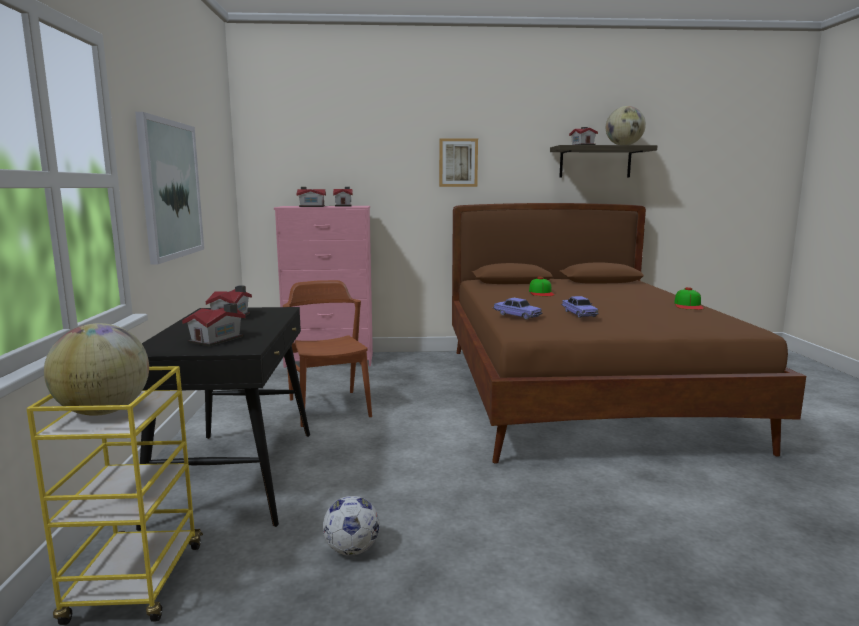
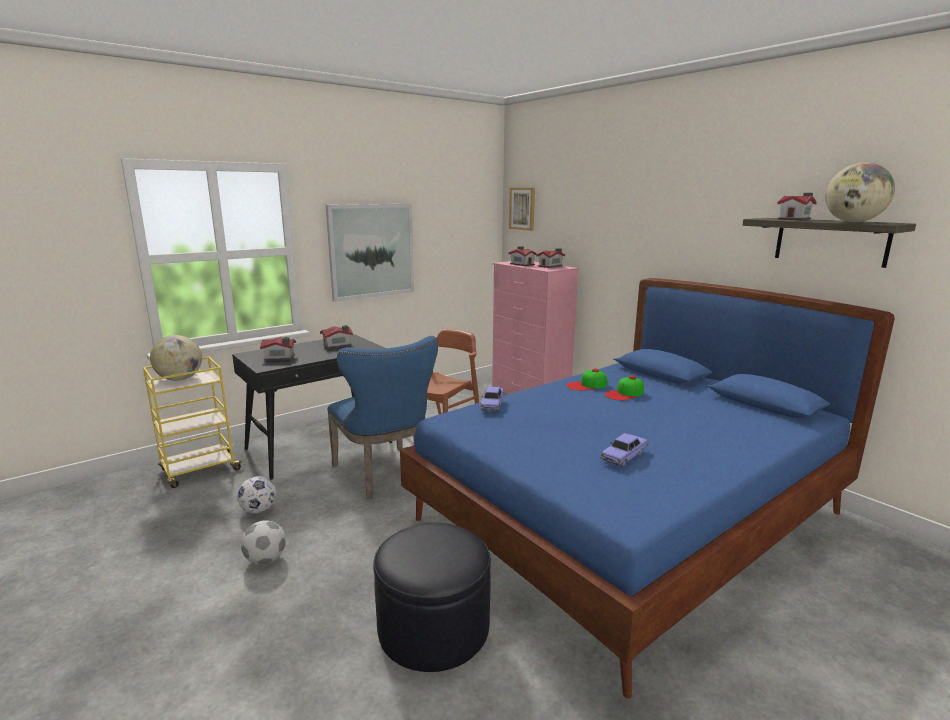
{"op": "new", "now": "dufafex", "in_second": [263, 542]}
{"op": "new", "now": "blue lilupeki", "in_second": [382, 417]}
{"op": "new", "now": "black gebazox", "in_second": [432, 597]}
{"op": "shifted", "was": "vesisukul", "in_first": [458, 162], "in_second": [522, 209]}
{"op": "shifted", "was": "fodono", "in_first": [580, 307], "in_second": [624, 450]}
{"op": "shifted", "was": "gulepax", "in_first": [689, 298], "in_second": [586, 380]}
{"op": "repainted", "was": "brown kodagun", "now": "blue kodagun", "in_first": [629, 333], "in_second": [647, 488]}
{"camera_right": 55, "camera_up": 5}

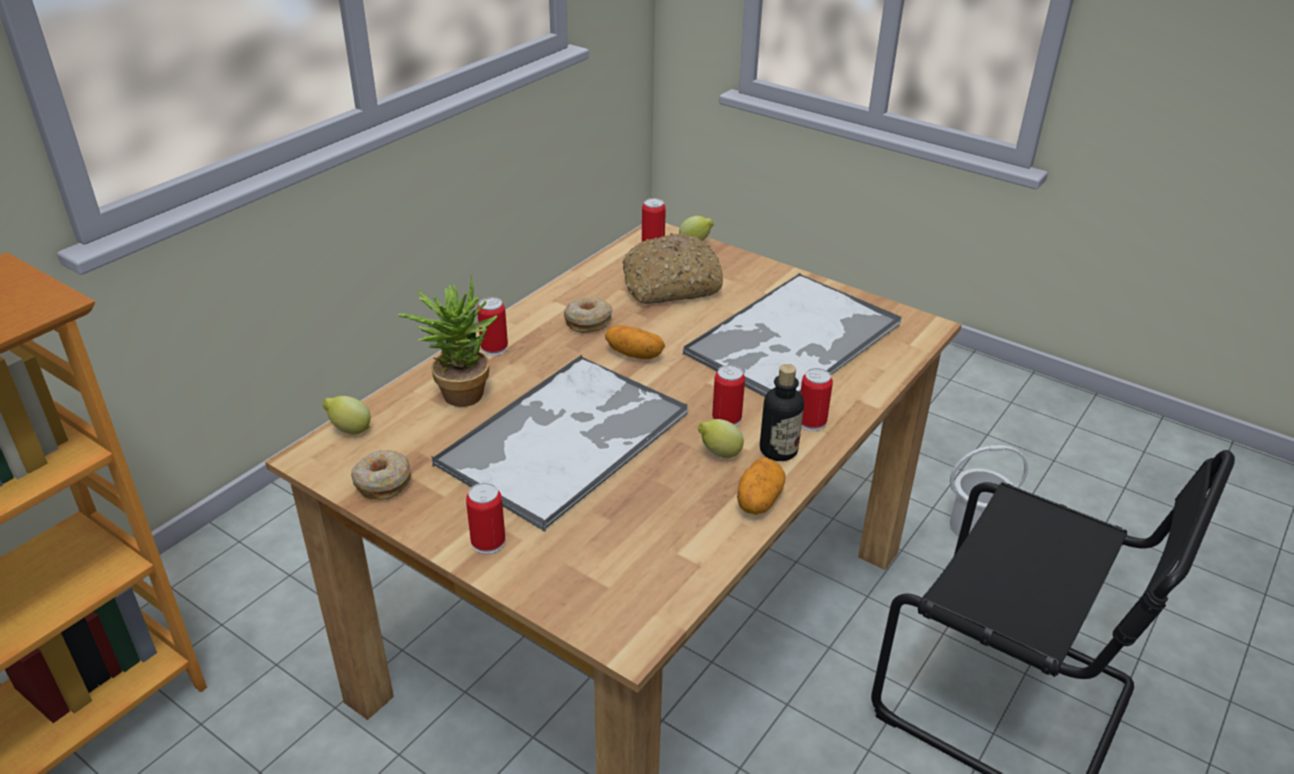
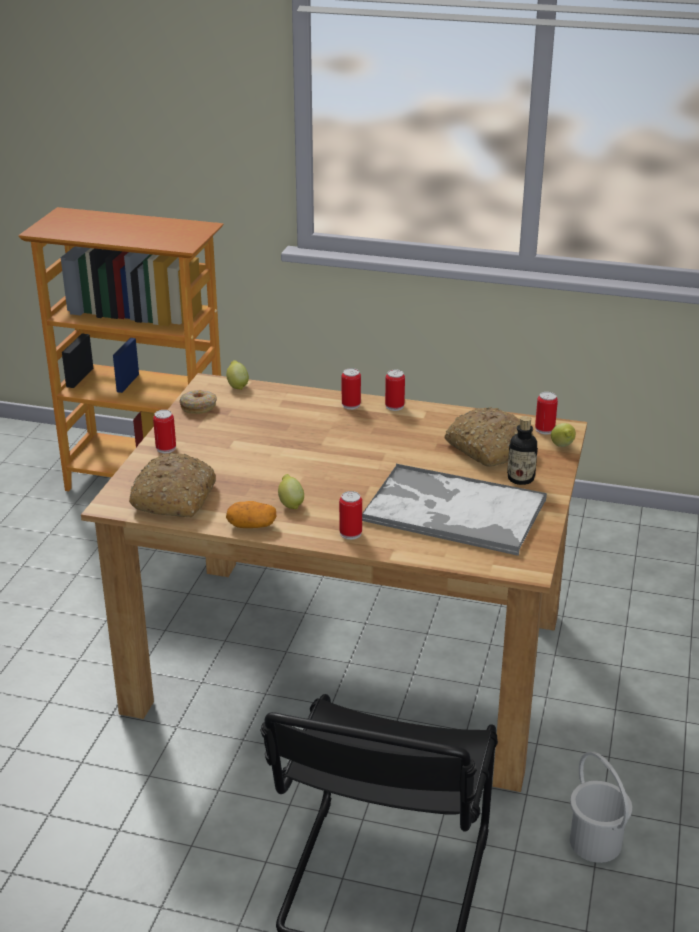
{"op": "gone", "was": "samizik", "in_first": [448, 340]}
{"op": "gone", "was": "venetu", "in_first": [560, 443]}
{"op": "gone", "was": "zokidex", "in_first": [588, 315]}
{"op": "gone", "was": "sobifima", "in_first": [635, 342]}
{"op": "new", "now": "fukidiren", "in_second": [172, 485]}
{"op": "shifted", "was": "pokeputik", "in_first": [728, 395], "in_second": [395, 390]}
{"op": "shifted", "was": "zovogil", "in_first": [782, 412], "in_second": [522, 450]}
{"camera_right": 70, "camera_up": -5}

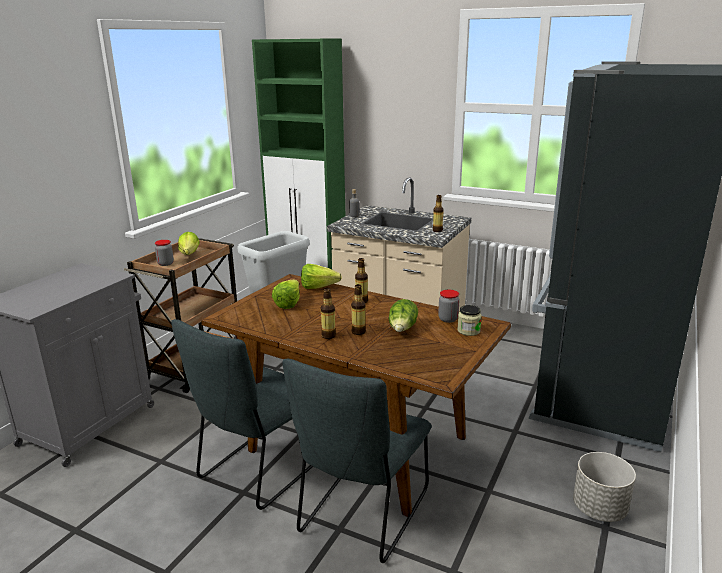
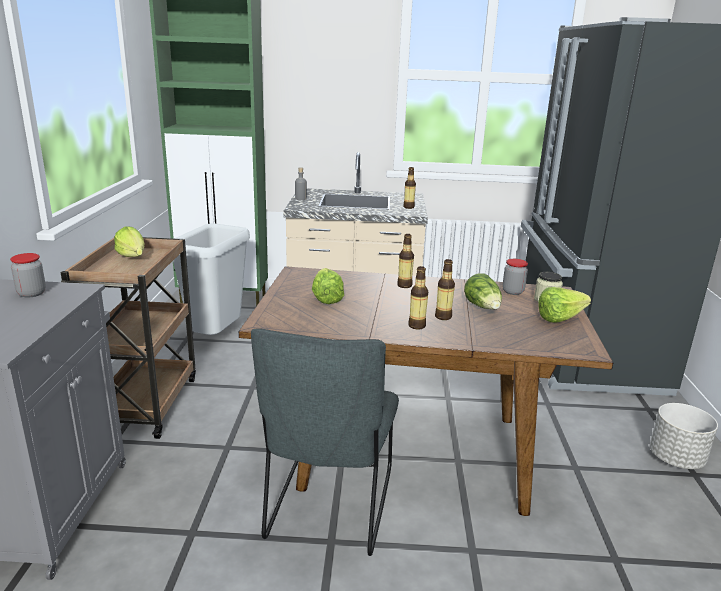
{"op": "gone", "was": "grey lilupeki", "in_first": [357, 461]}
{"op": "shifted", "was": "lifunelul", "in_first": [164, 253], "in_second": [28, 275]}
{"op": "shifted", "was": "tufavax", "in_first": [321, 276], "in_second": [564, 305]}
{"camera_right": -25, "camera_up": 0}

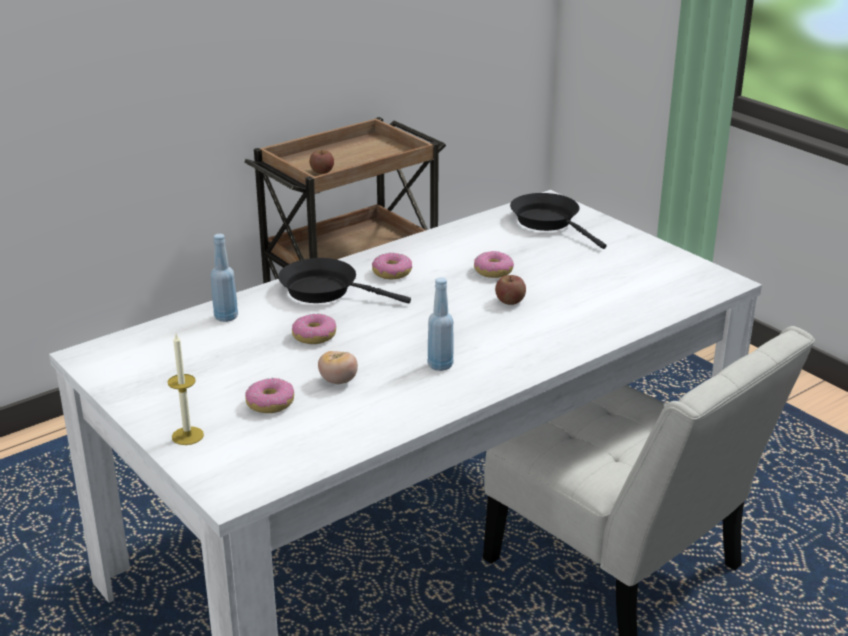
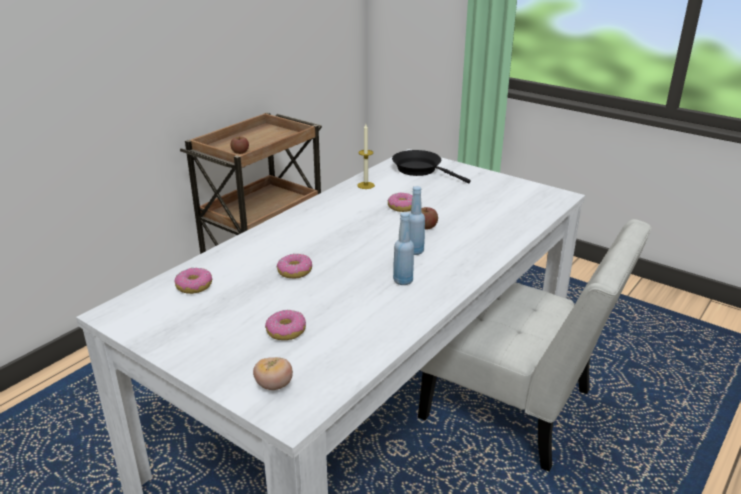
{"op": "gone", "was": "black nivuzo", "in_first": [344, 280]}
{"op": "shifted", "was": "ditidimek", "in_first": [186, 389], "in_second": [366, 156]}
{"op": "shifted", "was": "blue zovogil", "in_first": [224, 278], "in_second": [417, 220]}
{"op": "shifted", "was": "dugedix", "in_first": [338, 367], "in_second": [273, 373]}
{"op": "shifted", "was": "zokidex", "in_first": [392, 266], "in_second": [193, 281]}
{"camera_right": -15, "camera_up": 0}

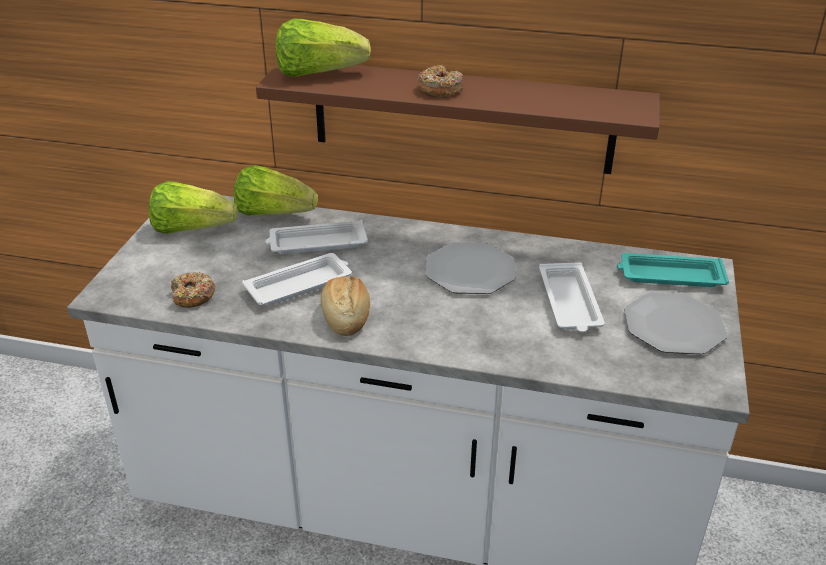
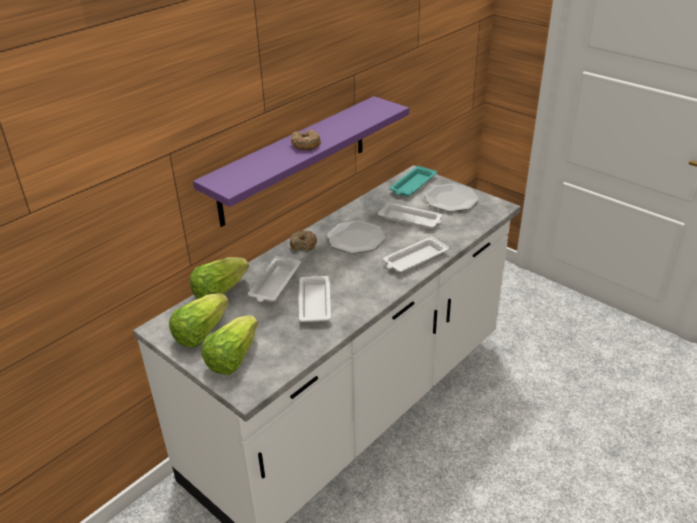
{"op": "gone", "was": "fukidiren", "in_first": [345, 306]}
{"op": "new", "now": "white venetu", "in_second": [416, 254]}
{"op": "shifted", "was": "zokidex", "in_first": [193, 290], "in_second": [303, 240]}
{"op": "shifted", "was": "tufavax", "in_first": [323, 47], "in_second": [229, 345]}
{"op": "repainted", "was": "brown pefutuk", "now": "purple pefutuk", "in_first": [458, 119], "in_second": [301, 161]}
{"camera_right": -60, "camera_up": 0}

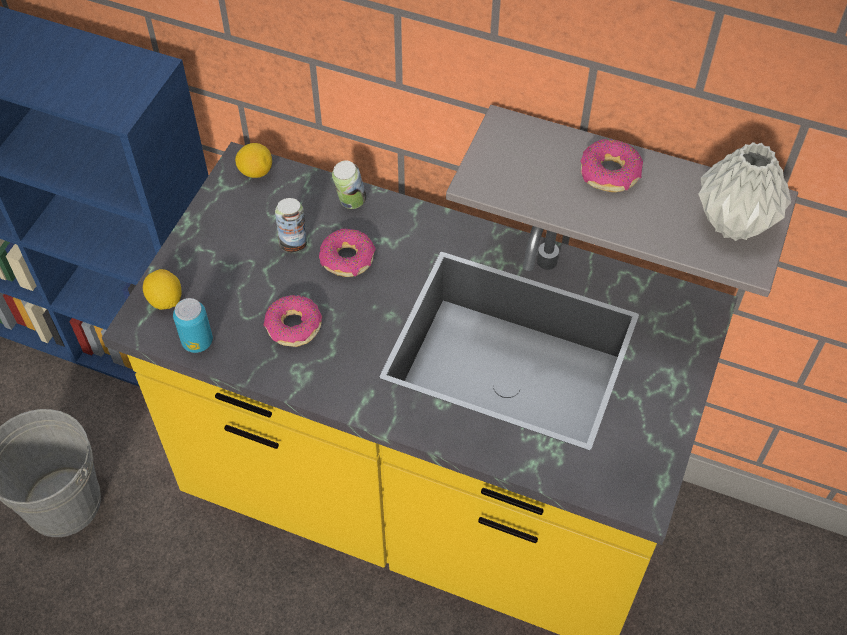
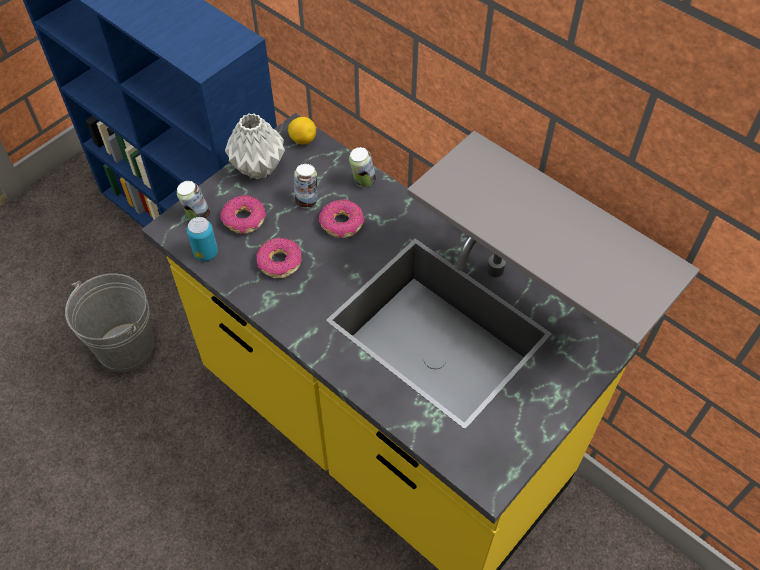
{"op": "shifted", "was": "zokidex", "in_first": [611, 165], "in_second": [243, 214]}
{"op": "shifted", "was": "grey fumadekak", "in_first": [744, 191], "in_second": [255, 146]}
{"op": "swapped", "was": "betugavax", "now": "pokeputik", "in_first": [162, 289], "in_second": [193, 200]}
{"camera_right": 20, "camera_up": 0}

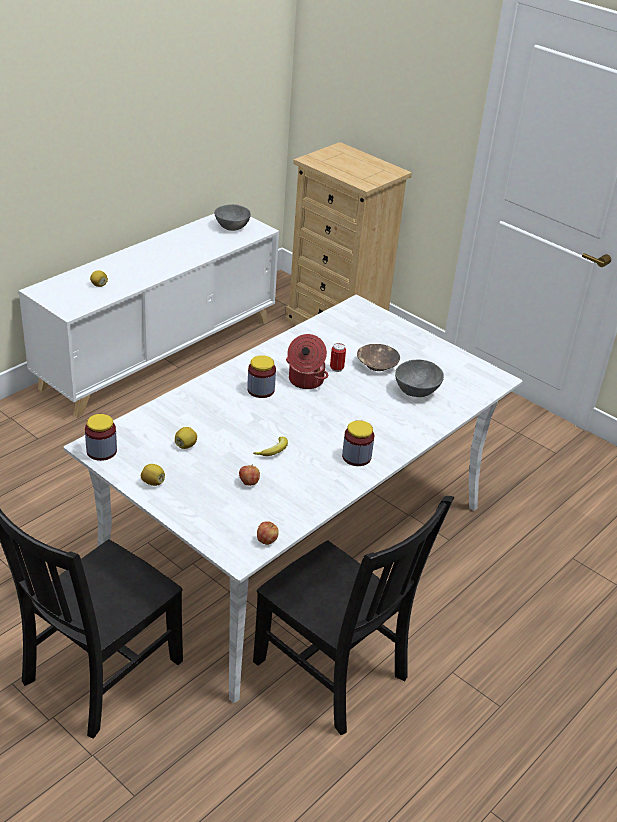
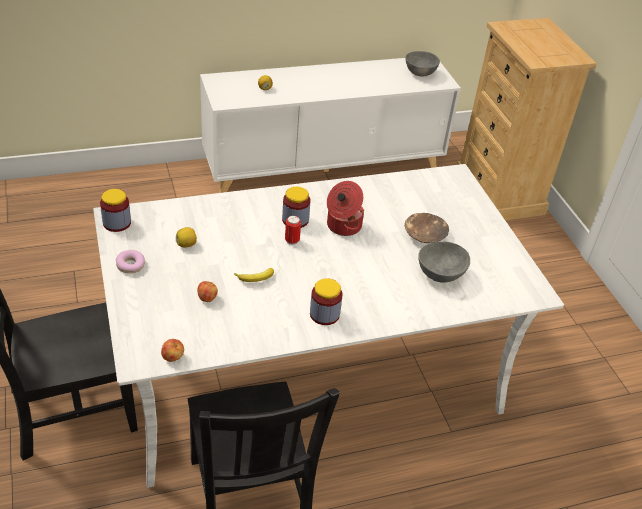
{"op": "shifted", "was": "pokeputik", "in_first": [338, 357], "in_second": [293, 230]}
{"op": "swapped", "was": "betugavax", "now": "zokidex", "in_first": [153, 475], "in_second": [130, 261]}
{"camera_right": 30, "camera_up": 5}

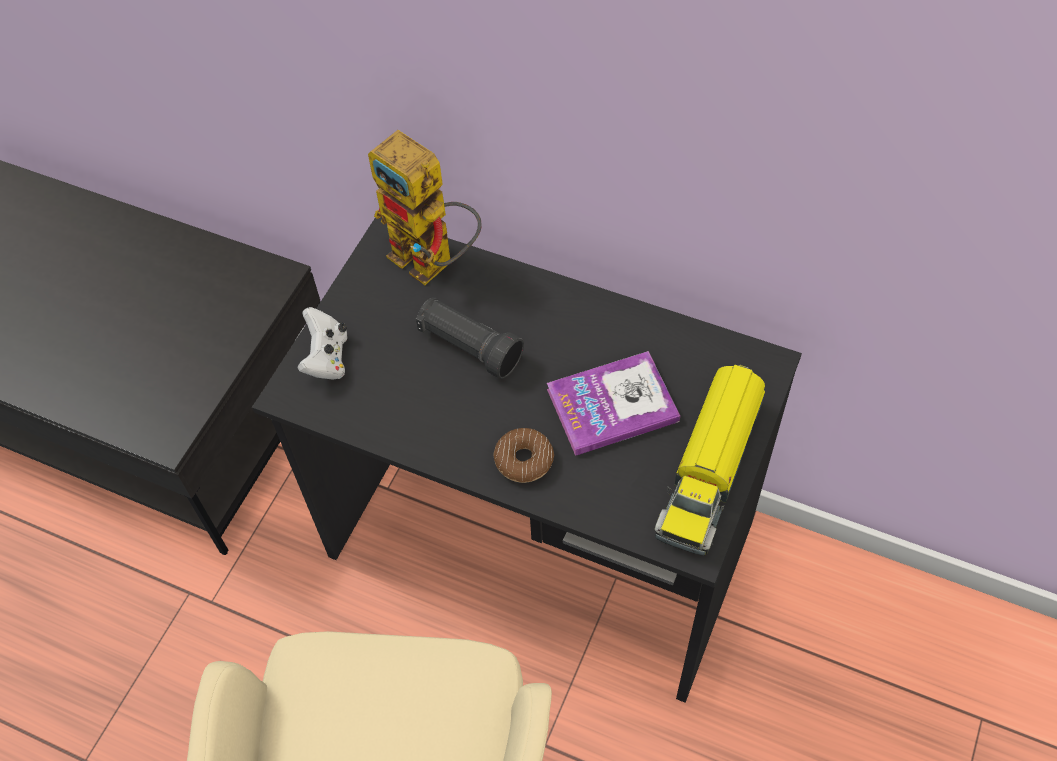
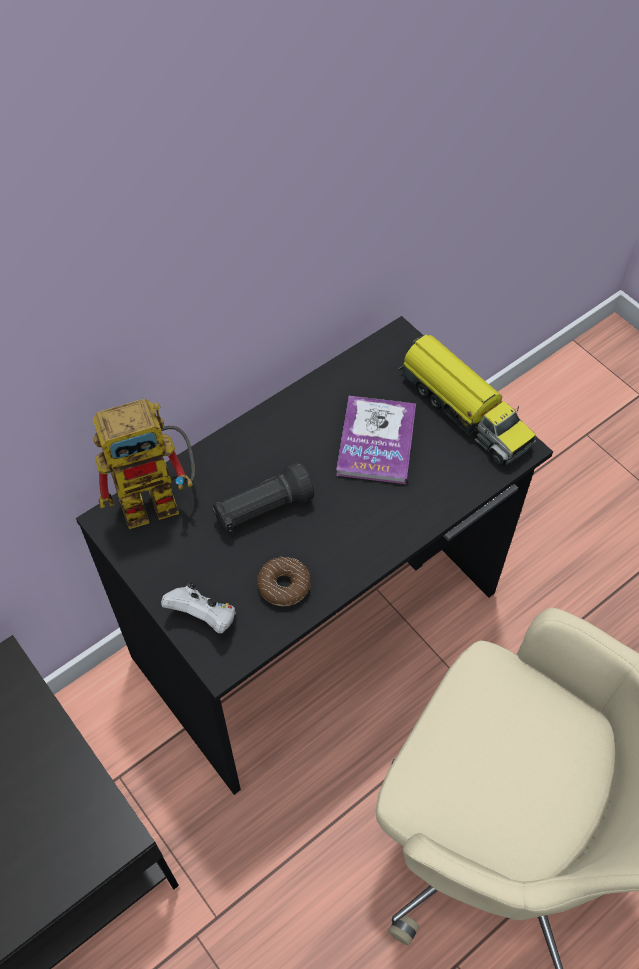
{"op": "shifted", "was": "zokidex", "in_first": [523, 455], "in_second": [284, 581]}
{"camera_right": -65, "camera_up": 0}

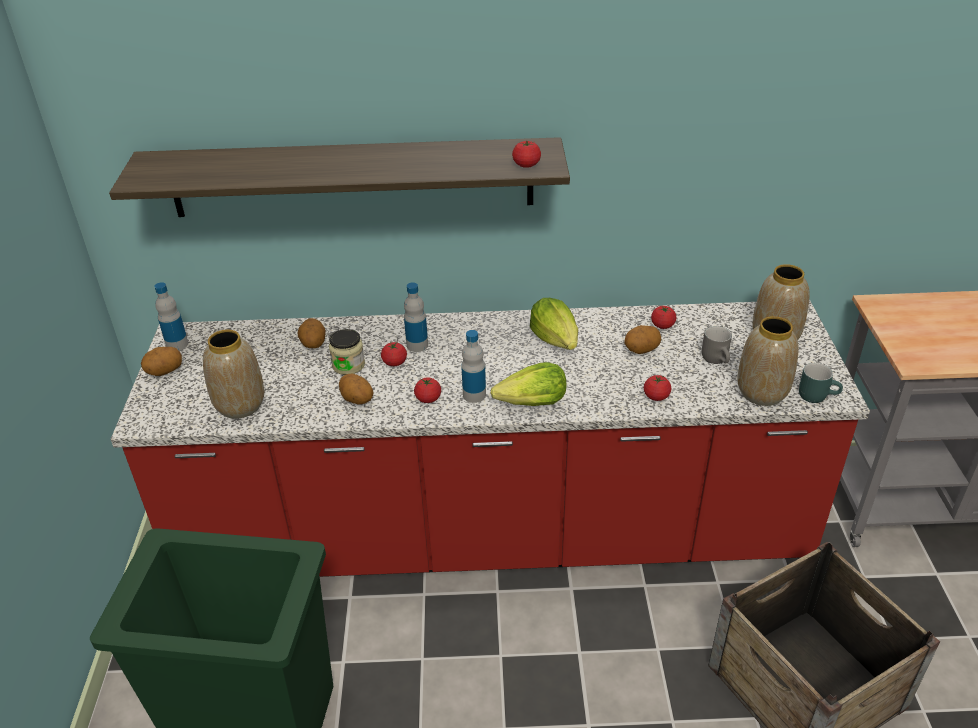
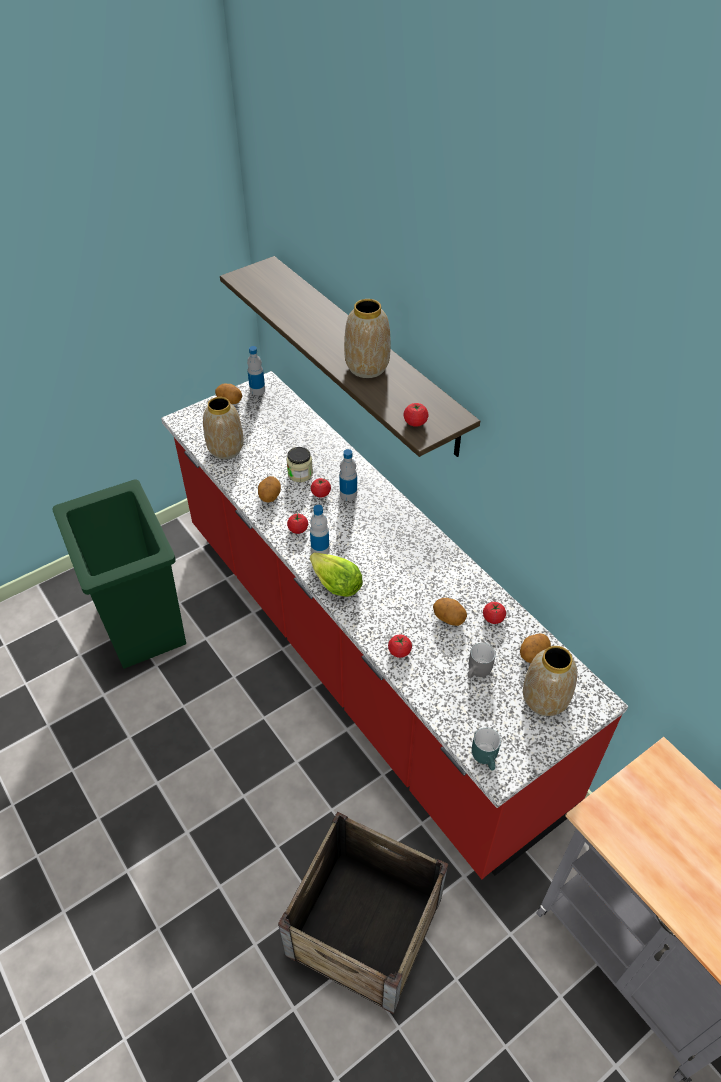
{"op": "gone", "was": "tufavax", "in_first": [554, 324]}
{"op": "shifted", "was": "sobifima", "in_first": [311, 333], "in_second": [535, 648]}
{"op": "shifted", "was": "fumadekak", "in_first": [768, 361], "in_second": [367, 338]}
{"camera_right": 55, "camera_up": 10}

